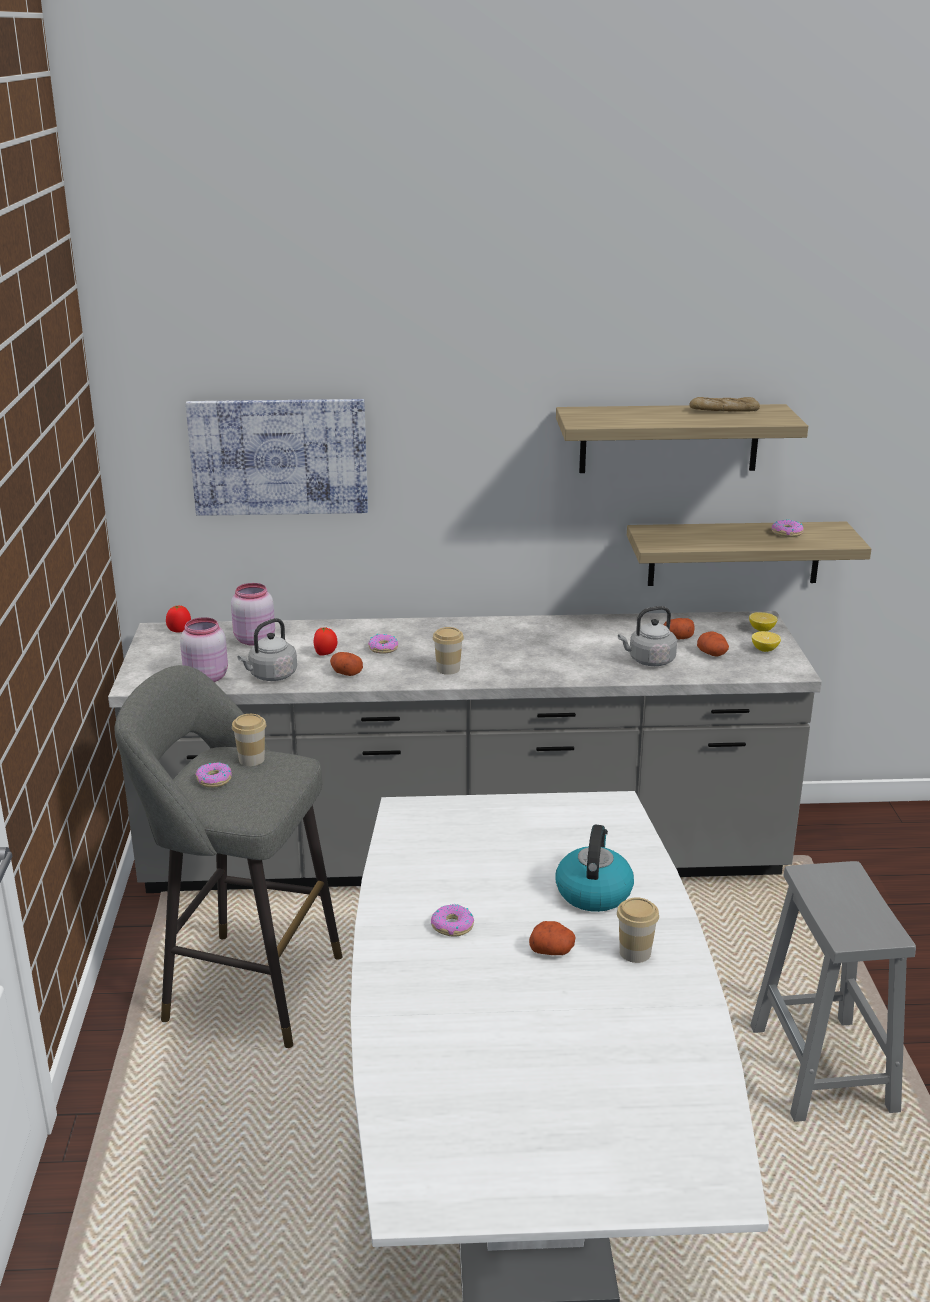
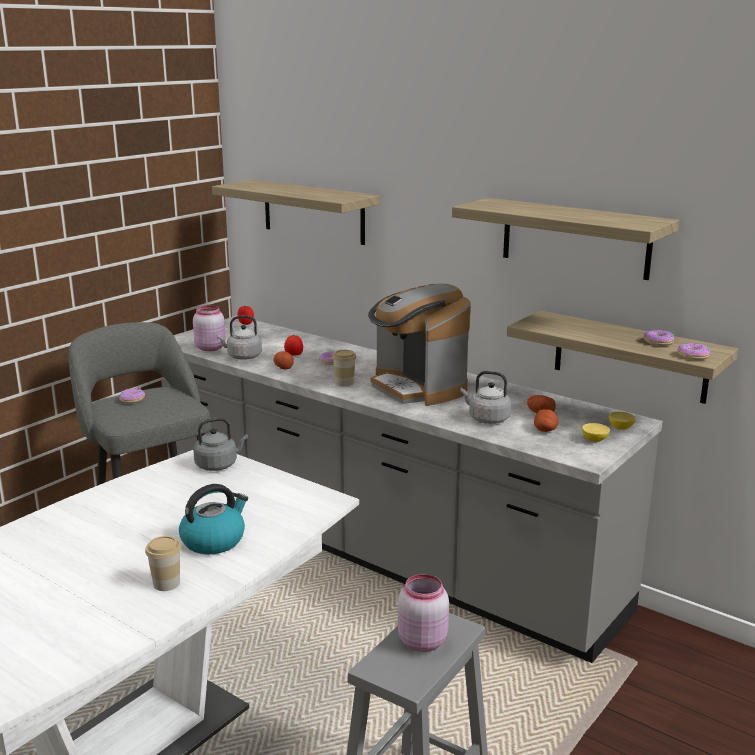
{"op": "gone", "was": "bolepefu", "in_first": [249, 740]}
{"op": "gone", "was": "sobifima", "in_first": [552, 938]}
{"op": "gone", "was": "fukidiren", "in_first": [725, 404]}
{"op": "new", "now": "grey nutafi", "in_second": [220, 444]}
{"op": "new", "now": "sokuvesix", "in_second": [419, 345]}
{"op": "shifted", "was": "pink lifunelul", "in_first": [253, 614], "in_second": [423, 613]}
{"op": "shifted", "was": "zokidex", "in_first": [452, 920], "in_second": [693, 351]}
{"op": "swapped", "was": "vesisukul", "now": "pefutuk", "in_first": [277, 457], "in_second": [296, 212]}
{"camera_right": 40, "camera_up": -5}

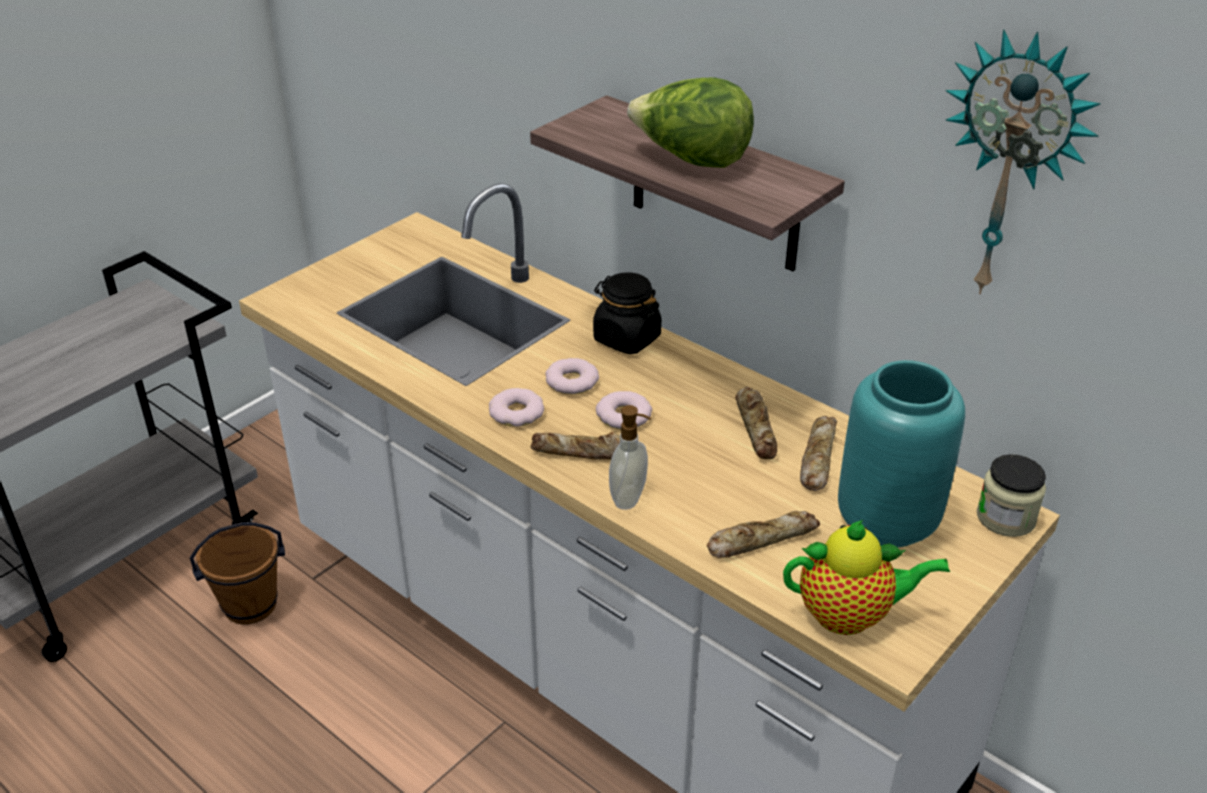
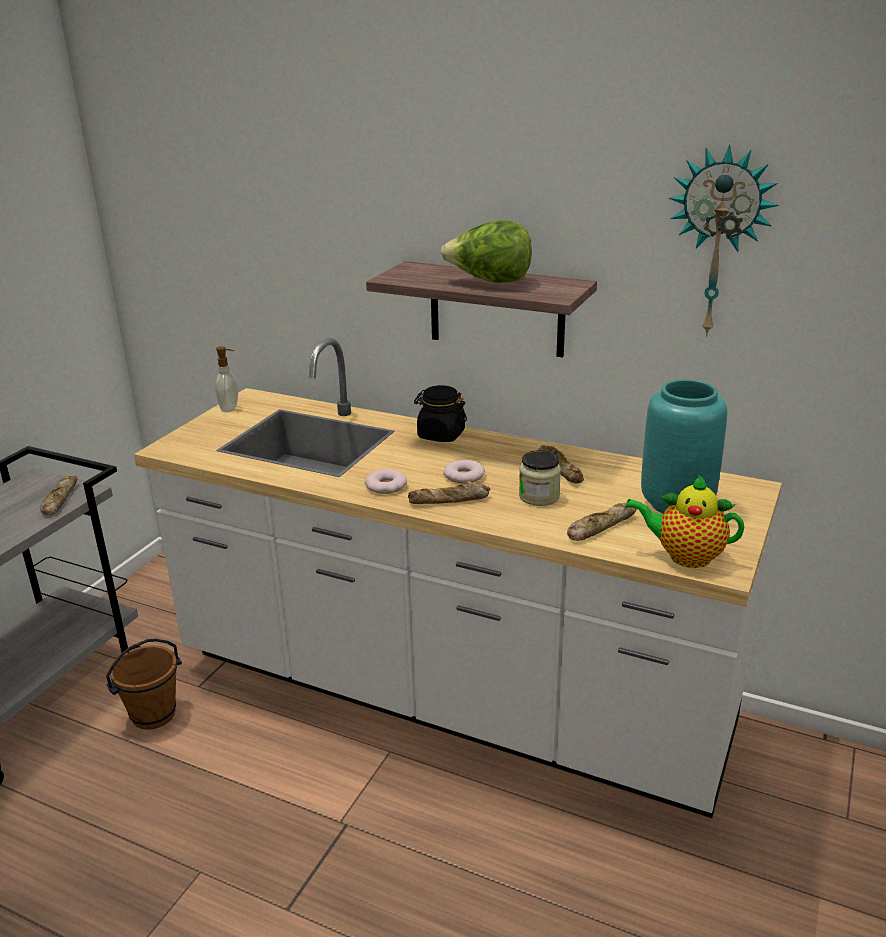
{"op": "gone", "was": "zokidex", "in_first": [572, 376]}
{"op": "shifted", "was": "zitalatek", "in_first": [630, 457], "in_second": [226, 379]}
{"op": "shifted", "was": "fukidiren", "in_first": [818, 453], "in_second": [58, 495]}
{"op": "shifted", "was": "lifunelul", "in_first": [1011, 495], "in_second": [540, 478]}
{"op": "rotated", "was": "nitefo", "in_first": [866, 577], "in_second": [684, 521], "clockwise": -150}
{"camera_right": -15, "camera_up": -10}

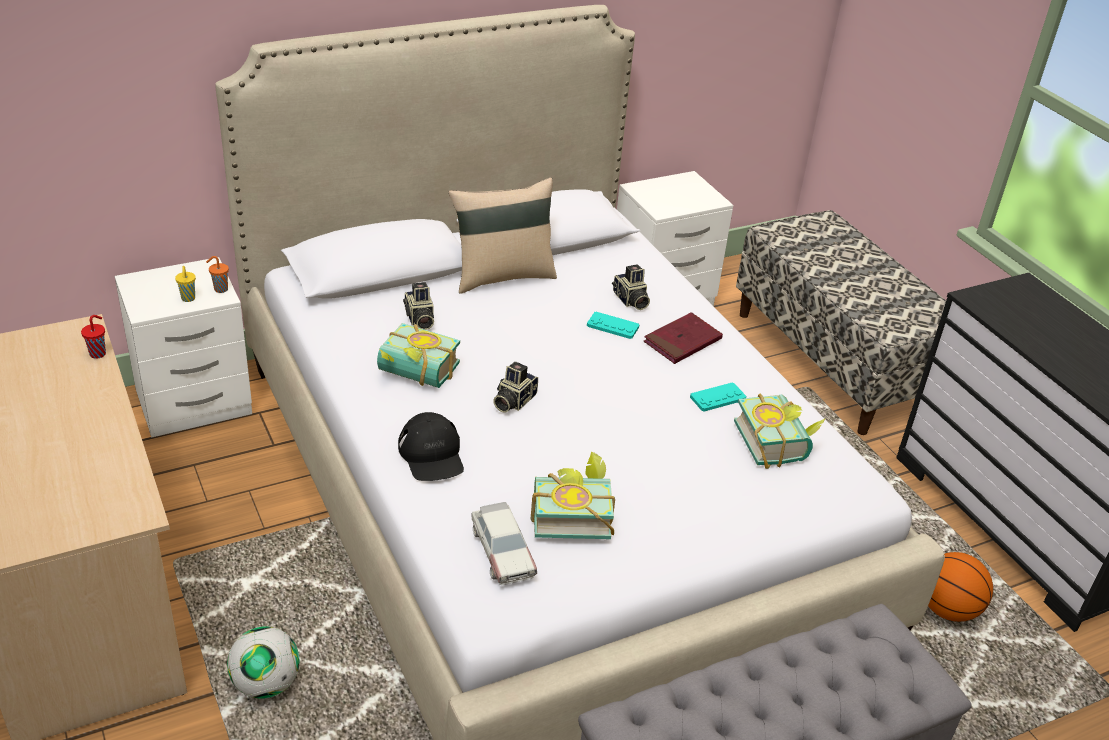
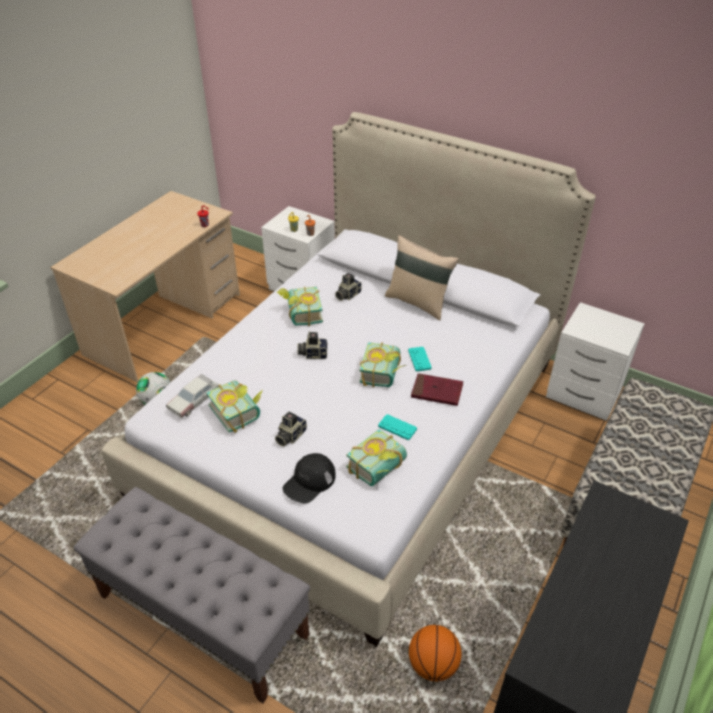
{"op": "new", "now": "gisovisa", "in_second": [382, 364]}
{"op": "shifted", "was": "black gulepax", "in_first": [431, 446], "in_second": [309, 478]}
{"op": "shifted", "was": "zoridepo", "in_first": [631, 287], "in_second": [291, 429]}
{"camera_right": 60, "camera_up": 5}

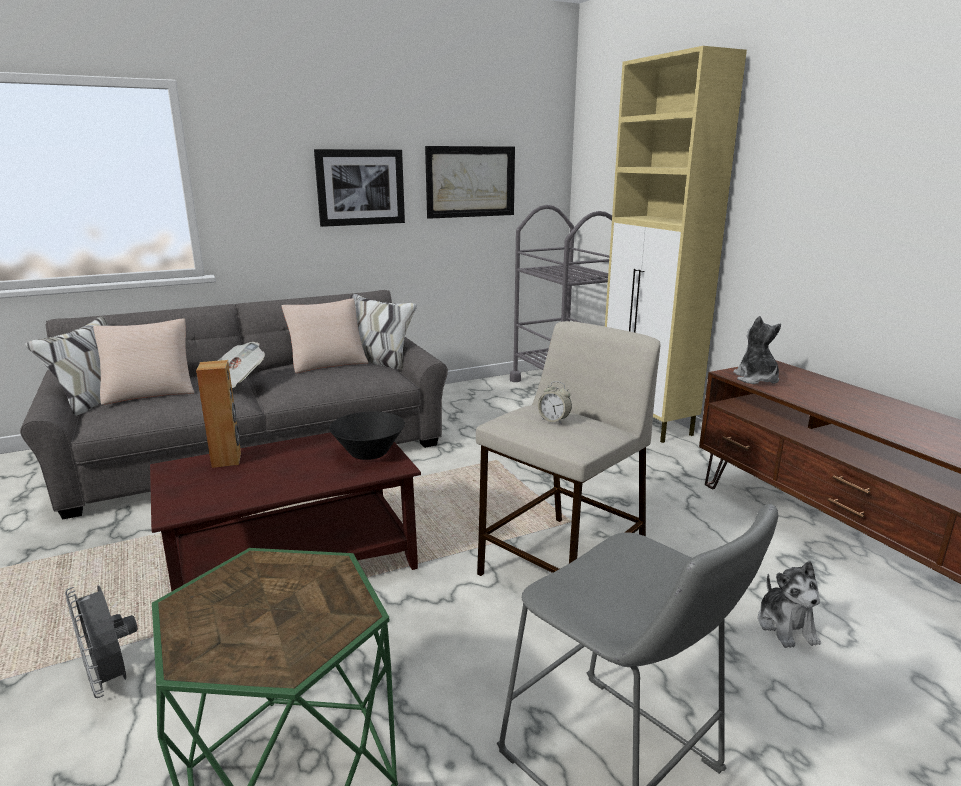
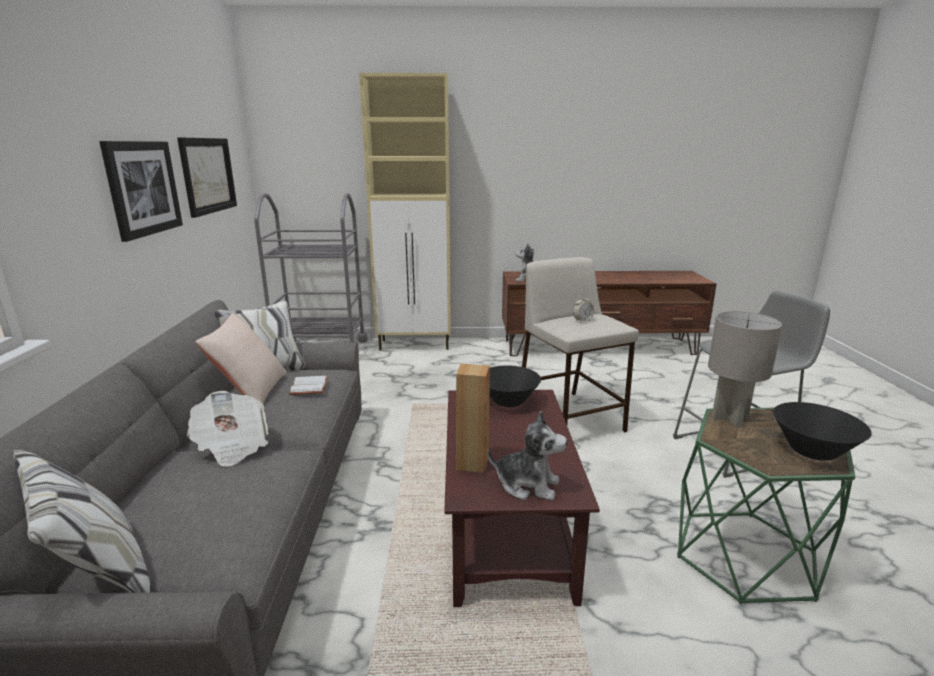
{"op": "gone", "was": "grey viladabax", "in_first": [101, 641]}
{"op": "gone", "was": "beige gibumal", "in_first": [143, 361]}
{"op": "new", "now": "white gisovisa", "in_second": [308, 385]}
{"op": "new", "now": "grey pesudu", "in_second": [745, 369]}
{"op": "new", "now": "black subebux", "in_second": [822, 431]}
{"op": "shifted", "was": "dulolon", "in_first": [789, 604], "in_second": [527, 456]}
{"camera_right": -65, "camera_up": 0}

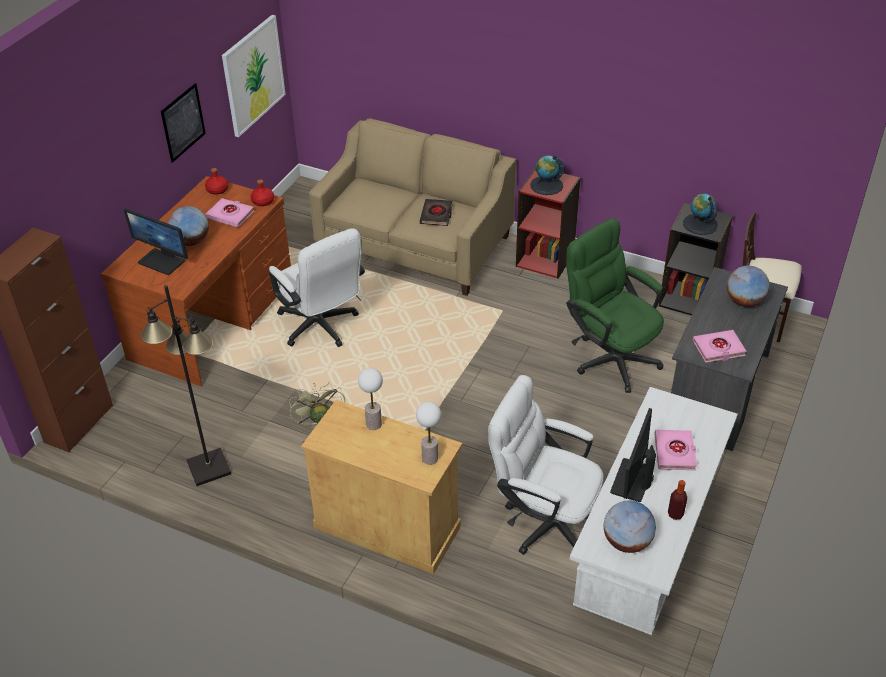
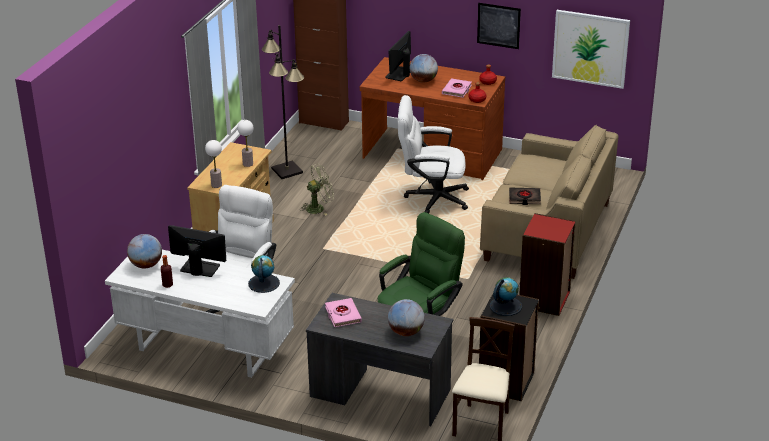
{"op": "gone", "was": "pink gisovisa", "in_first": [675, 450]}
{"op": "shifted", "was": "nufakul", "in_first": [547, 175], "in_second": [264, 274]}
{"op": "rotated", "was": "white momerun", "in_first": [317, 287], "in_second": [433, 154], "clockwise": 45}
{"camera_right": 85, "camera_up": -10}

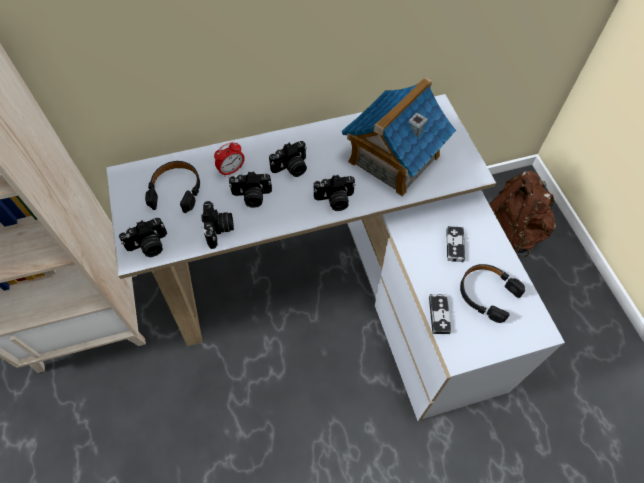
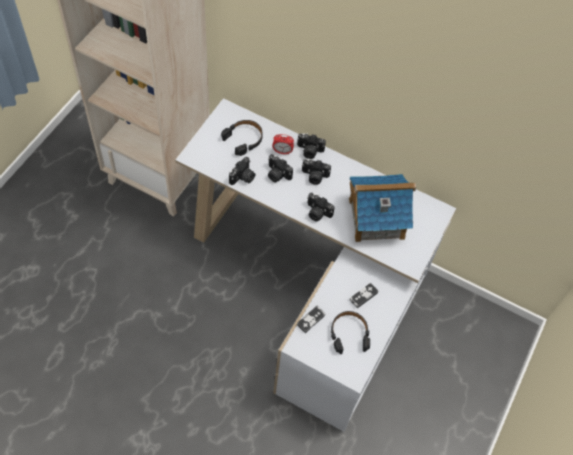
{"op": "gone", "was": "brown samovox", "in_first": [522, 214]}
{"op": "shifted", "was": "zoridepo", "in_first": [143, 237], "in_second": [311, 146]}
{"camera_right": 40, "camera_up": 0}

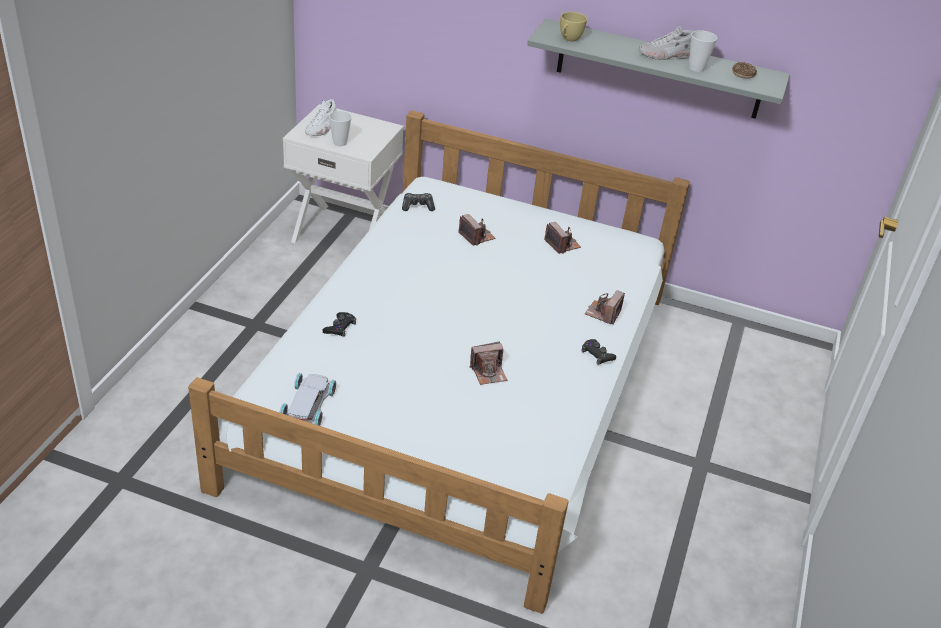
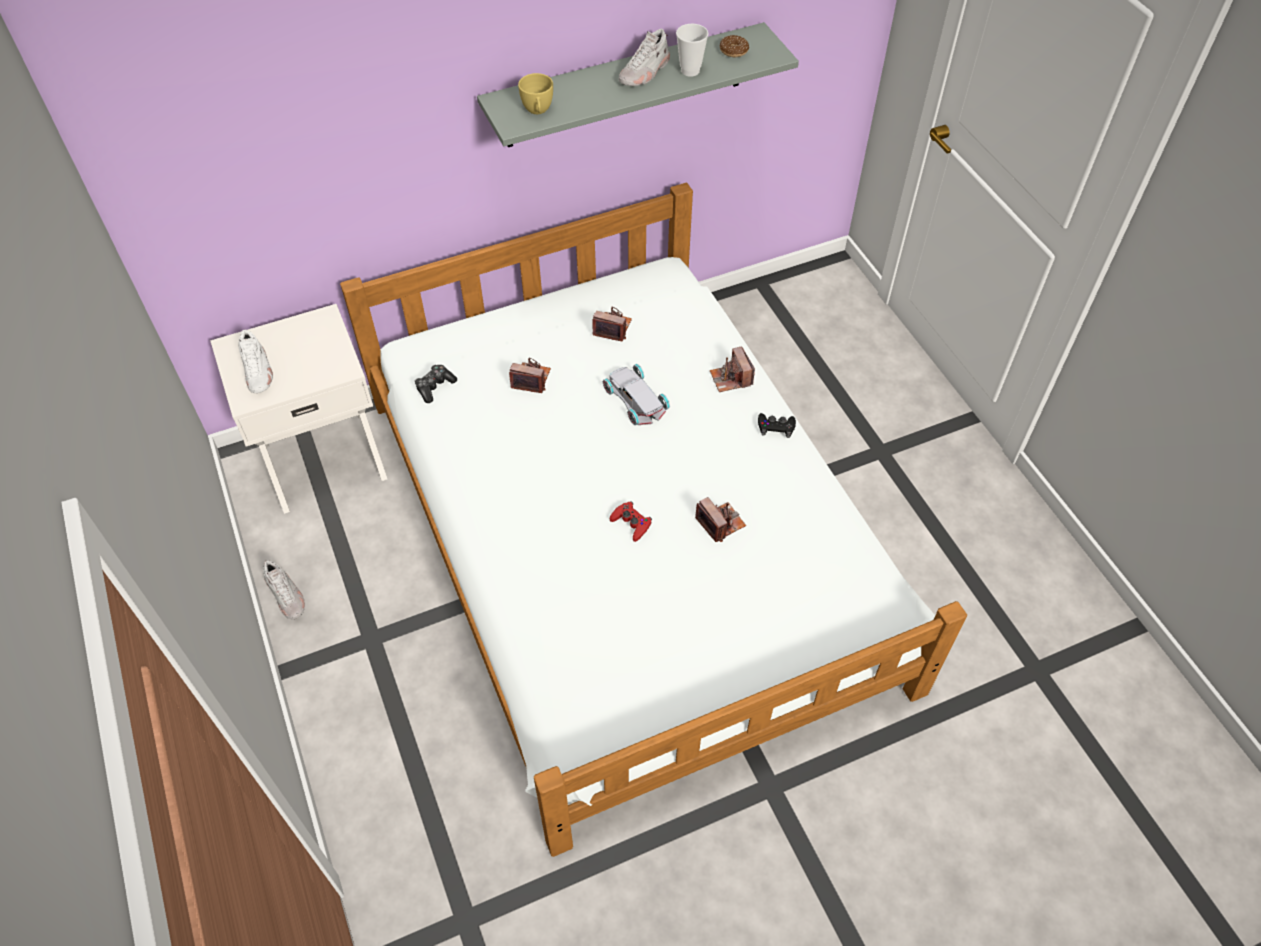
{"op": "gone", "was": "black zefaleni", "in_first": [339, 324]}
{"op": "gone", "was": "bolepefu", "in_first": [340, 128]}
{"op": "new", "now": "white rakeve", "in_second": [284, 590]}
{"op": "new", "now": "red zefaleni", "in_second": [631, 521]}
{"op": "shifted", "was": "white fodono", "in_first": [307, 399], "in_second": [636, 394]}
{"op": "rotated", "was": "zoridepo", "in_first": [488, 363], "in_second": [720, 519], "clockwise": -60}
{"camera_right": -40, "camera_up": 15}

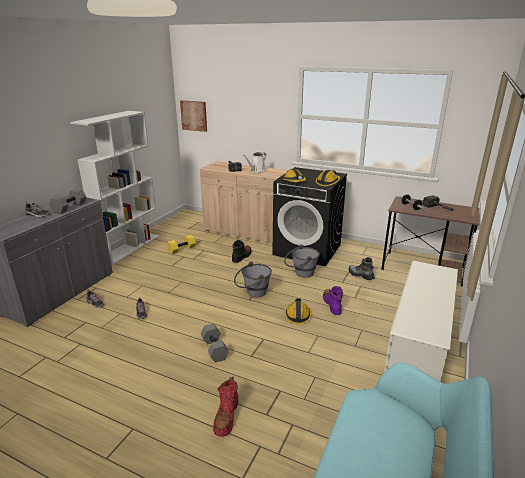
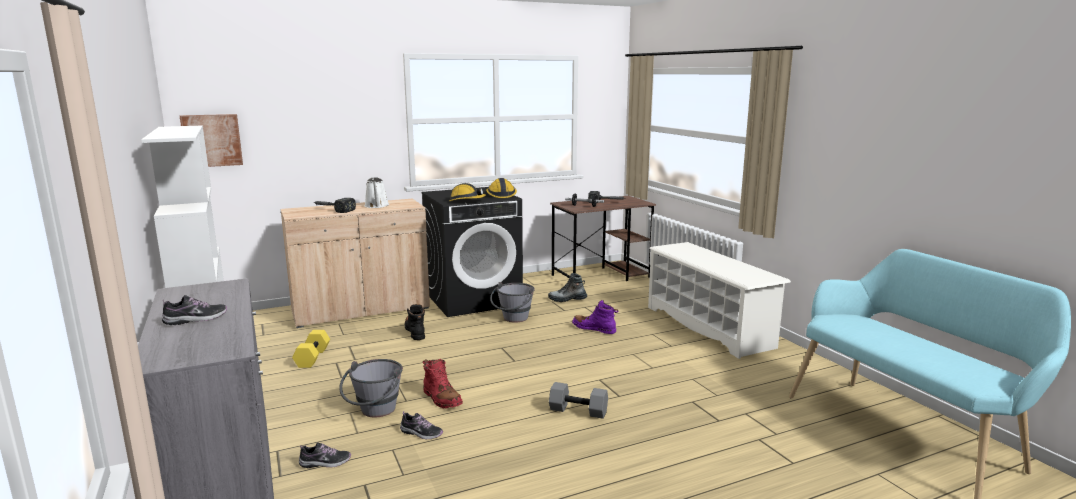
{"op": "gone", "was": "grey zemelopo", "in_first": [68, 201]}
{"op": "gone", "was": "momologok", "in_first": [298, 311]}
{"op": "shifted", "was": "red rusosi", "in_first": [225, 407], "in_second": [443, 384]}
{"op": "shifted", "was": "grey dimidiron", "in_first": [253, 279], "in_second": [371, 388]}
{"camera_right": -50, "camera_up": -10}

